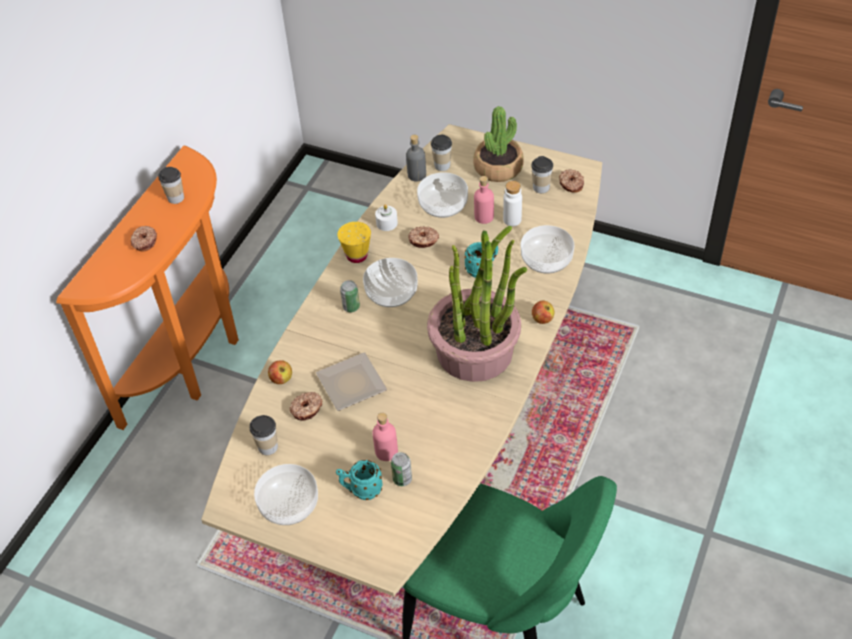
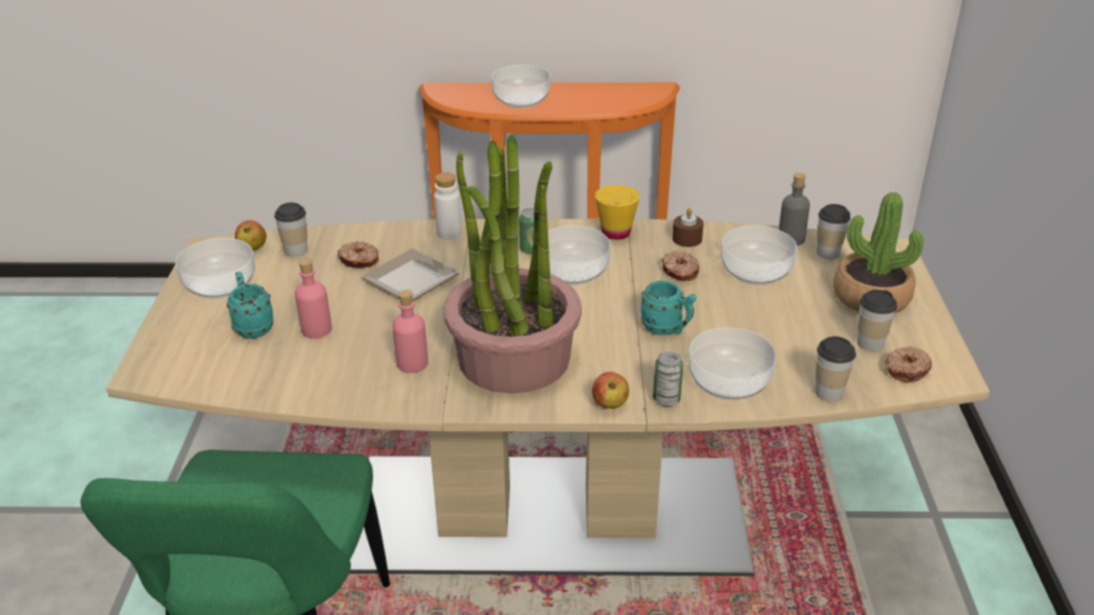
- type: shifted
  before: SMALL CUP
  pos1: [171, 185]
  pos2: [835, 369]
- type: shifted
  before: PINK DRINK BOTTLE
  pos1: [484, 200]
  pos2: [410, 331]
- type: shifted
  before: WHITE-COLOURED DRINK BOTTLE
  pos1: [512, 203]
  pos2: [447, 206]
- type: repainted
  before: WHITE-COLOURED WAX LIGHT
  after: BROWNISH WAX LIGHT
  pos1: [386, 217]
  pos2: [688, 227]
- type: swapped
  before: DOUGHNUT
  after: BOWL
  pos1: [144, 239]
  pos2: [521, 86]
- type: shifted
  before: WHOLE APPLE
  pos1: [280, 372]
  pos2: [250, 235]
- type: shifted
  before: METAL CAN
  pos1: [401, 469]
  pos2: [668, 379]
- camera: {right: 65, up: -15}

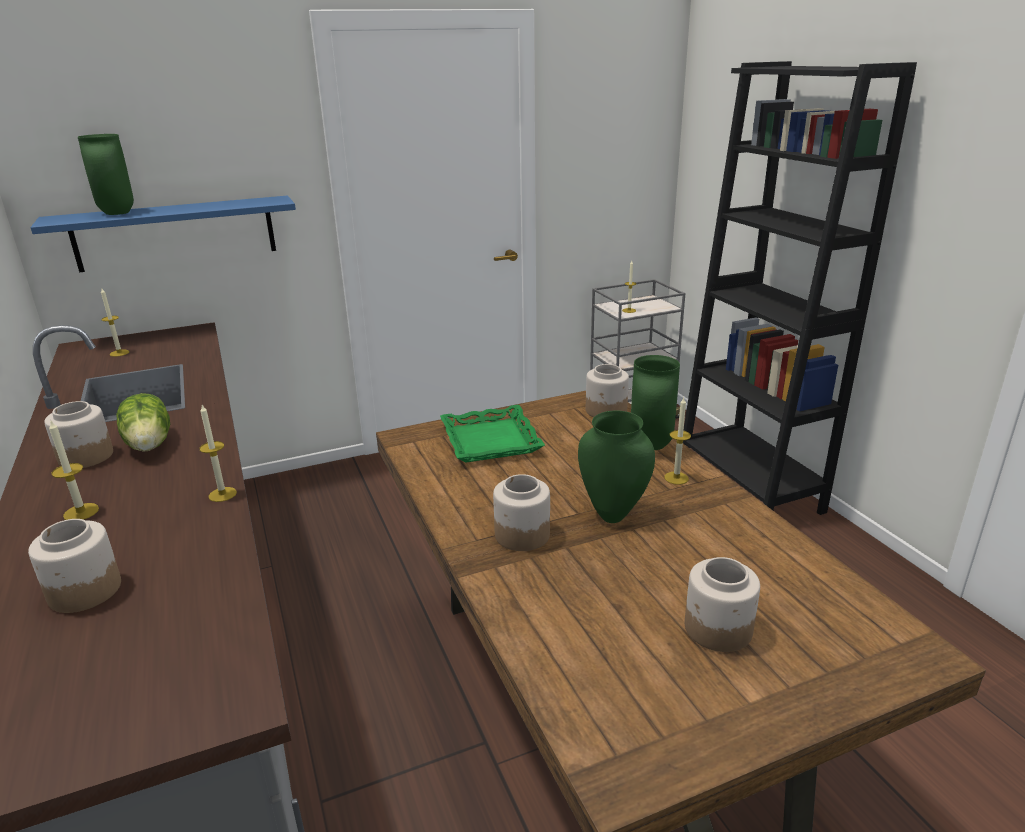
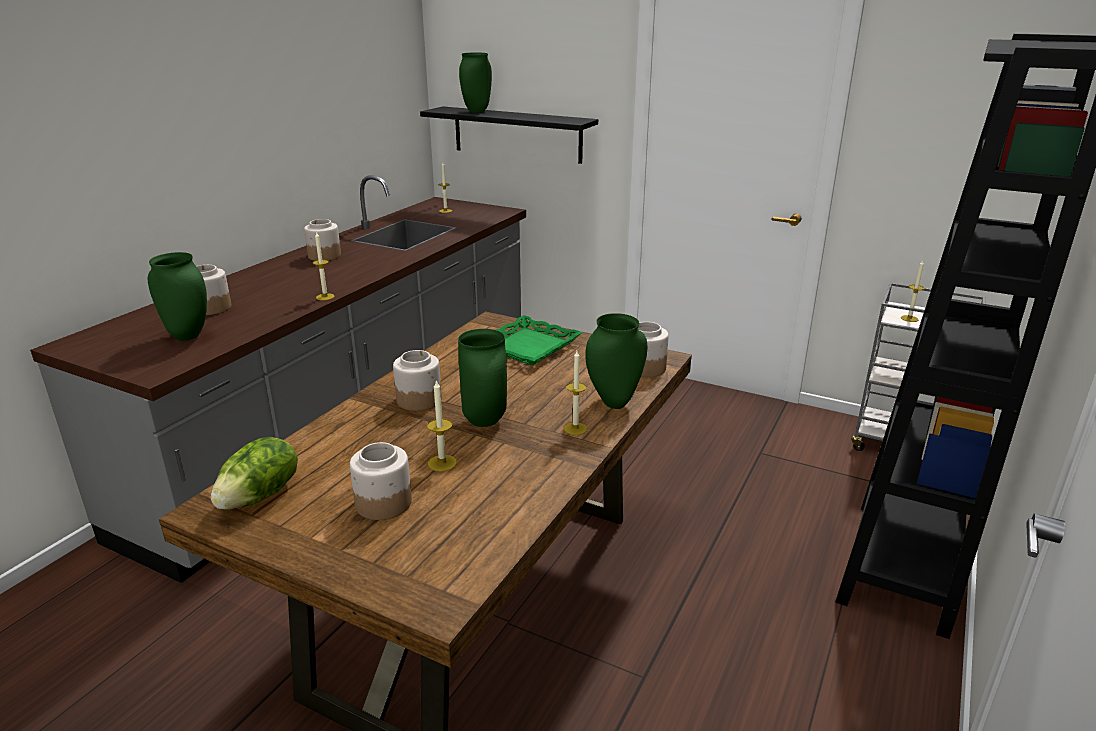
- type: repainted
  before: BLUE WALL SHELF
  after: BLACKISH WALL SHELF
  pos1: [163, 234]
  pos2: [509, 135]
- type: shifted
  before: LETTUCE HEAD
  pos1: [143, 422]
  pos2: [254, 473]
- type: shifted
  before: WAX LIGHT
  pos1: [74, 469]
  pos2: [442, 426]
- type: new
  after: GREEN FLOWER VASE
  pos2: [177, 296]
- camera: {right: 50, up: 0}

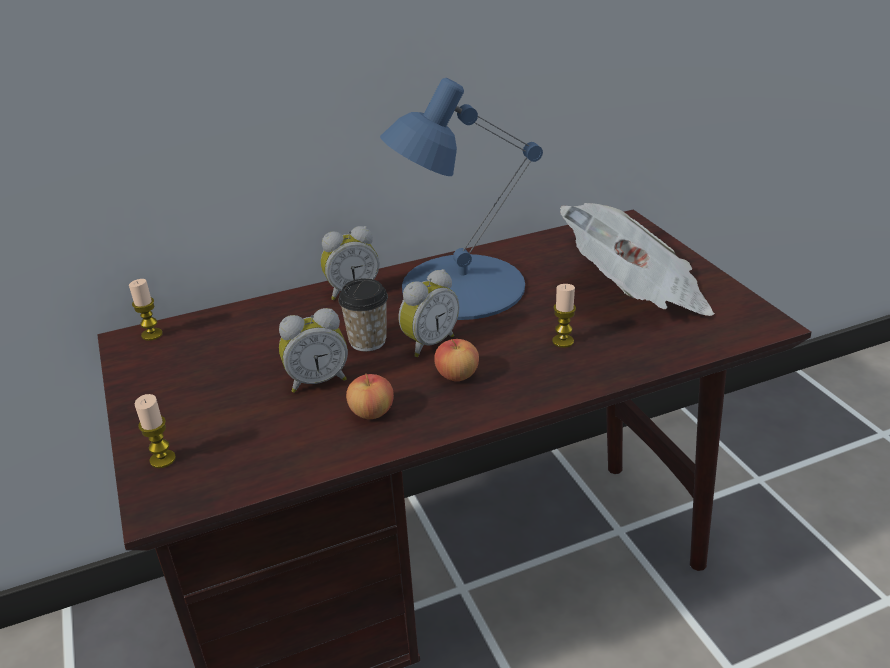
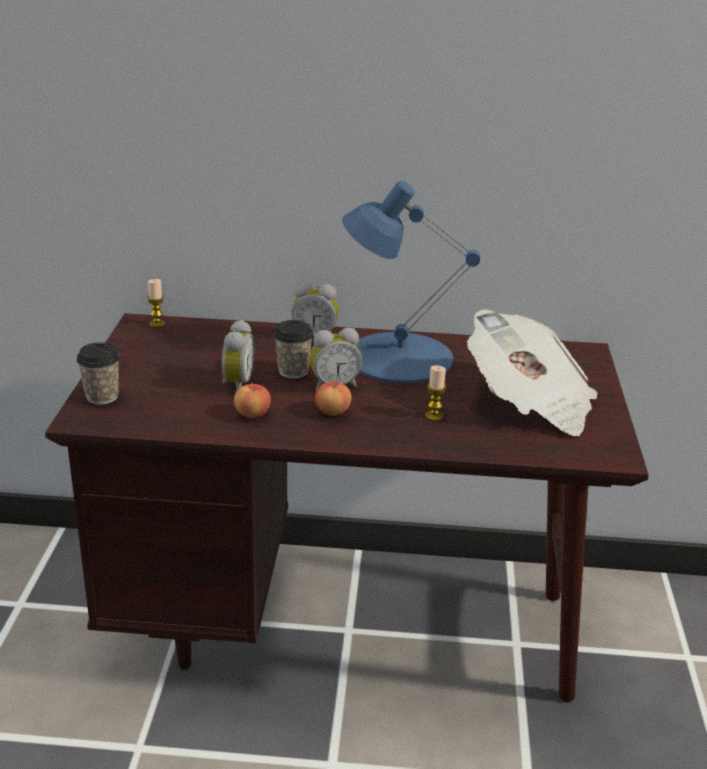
- type: rotated
  before: ALARM CLOCK
  pos1: [313, 350]
  pos2: [238, 355]
  turn: -90
- type: swapped
  before: WAX LIGHT
  after: SMALL CUP
  pos1: [155, 431]
  pos2: [98, 373]
- camera: {right: 25, up: -5}

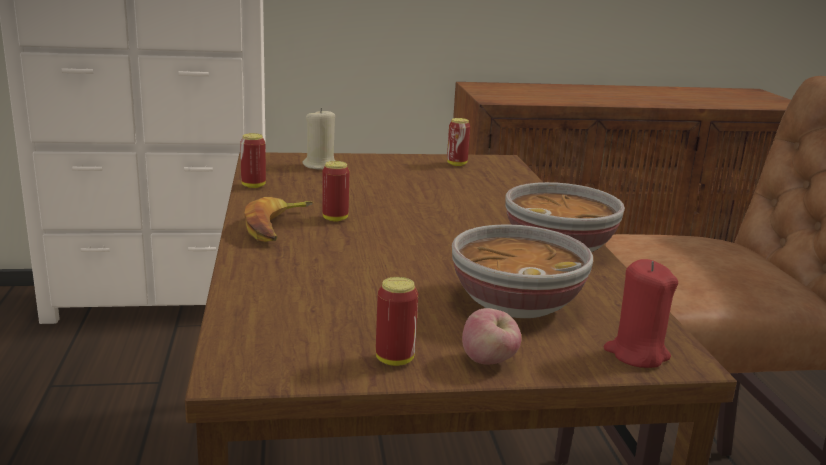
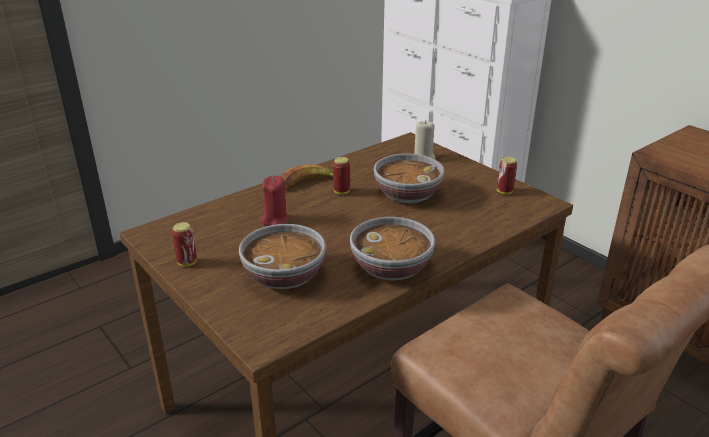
- type: gone
  before: METAL CAN
  pos1: [253, 160]
- type: shifted
  before: RED-COLOURED WAX LIGHT
  pos1: [641, 313]
  pos2: [275, 201]
- type: gone
  before: WHOLE APPLE
  pos1: [491, 336]
- type: new
  after: BOWL
  pos2: [409, 178]
- camera: {right: 60, up: 10}

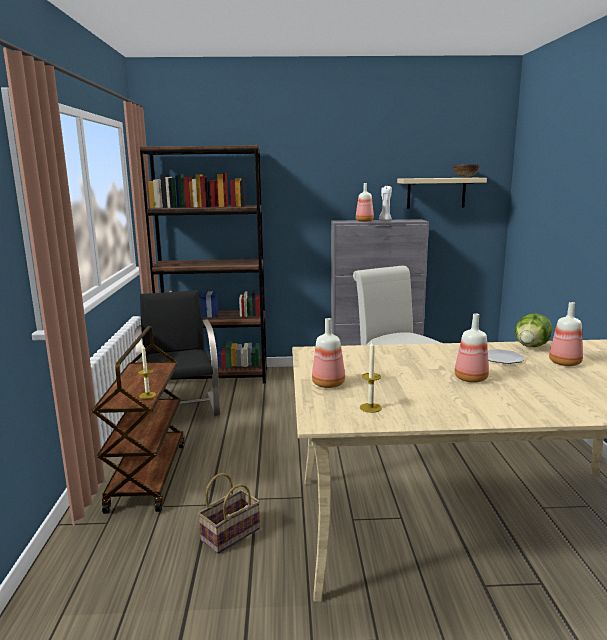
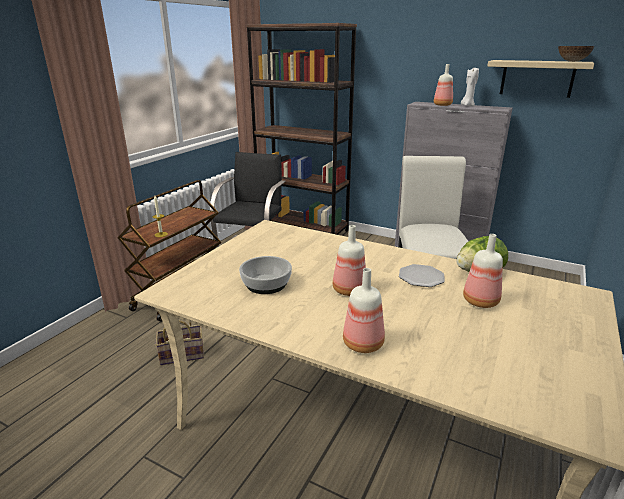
- type: shifted
  before: DRINK BOTTLE
  pos1: [328, 353]
  pos2: [364, 310]
- type: gone
  before: WAX LIGHT
  pos1: [371, 377]
- type: new
  after: BOWL
  pos2: [265, 275]
- camera: {right: 30, up: 10}

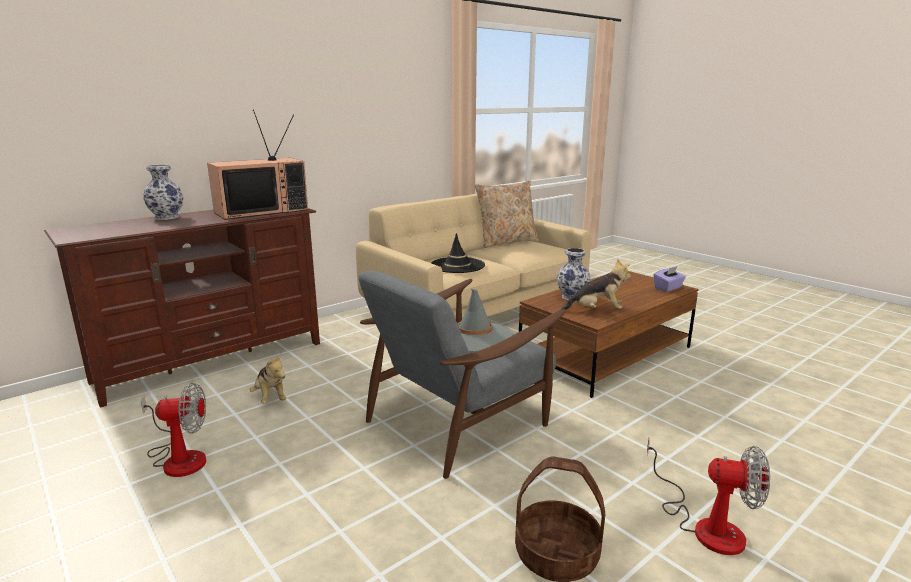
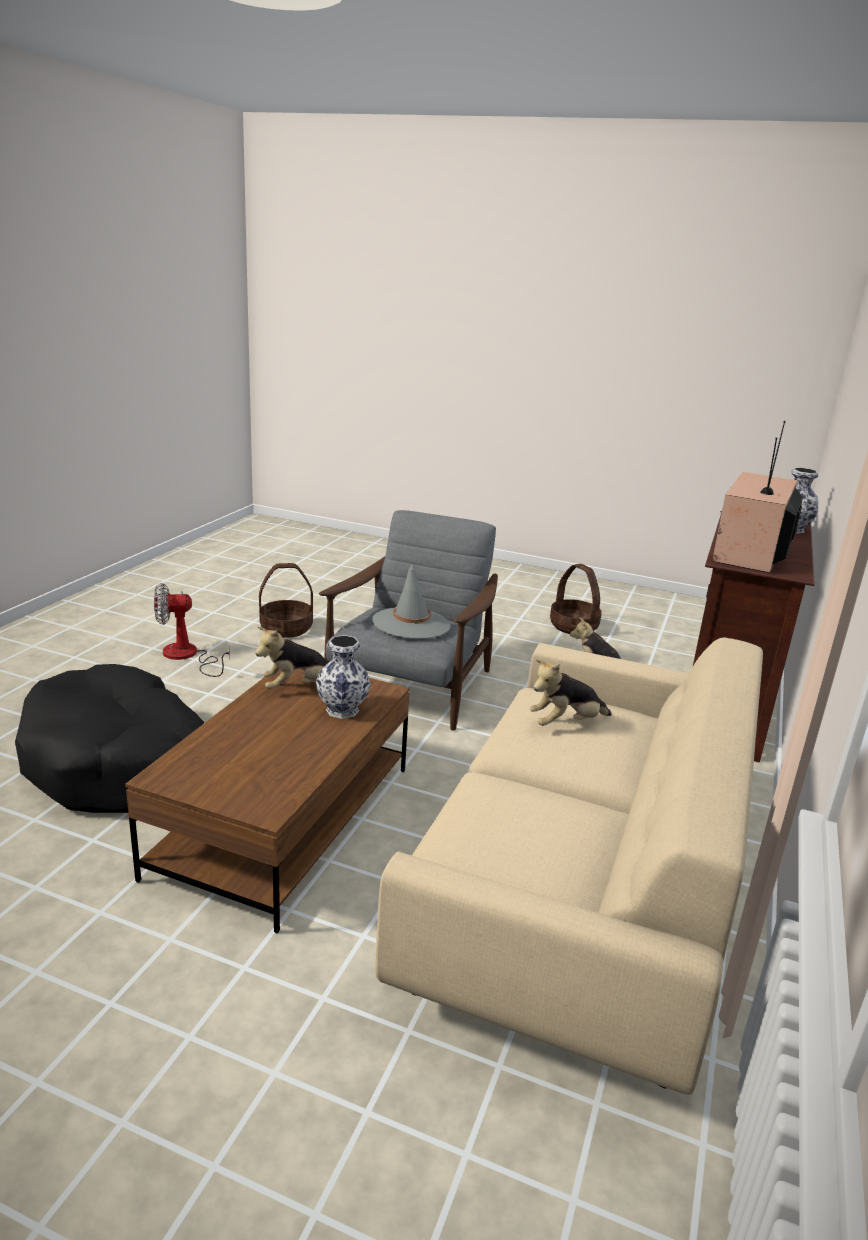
- type: gone
  before: BEIGE PILLOW
  pos1: [507, 214]
- type: swapped
  before: BLACKISH HAT
  after: CUDDLY TOY
  pos1: [458, 253]
  pos2: [571, 692]
- type: gone
  before: PURPLE-COLOURED BOX OF TISSUES
  pos1: [669, 279]
- type: swapped
  before: COOLING FAN
  after: HOUSEHOLD BASKET
  pos1: [173, 430]
  pos2: [576, 599]
- type: new
  after: BLACKISH DOG CUSHION
  pos2: [109, 738]
- camera: {right: 150, up: 5}

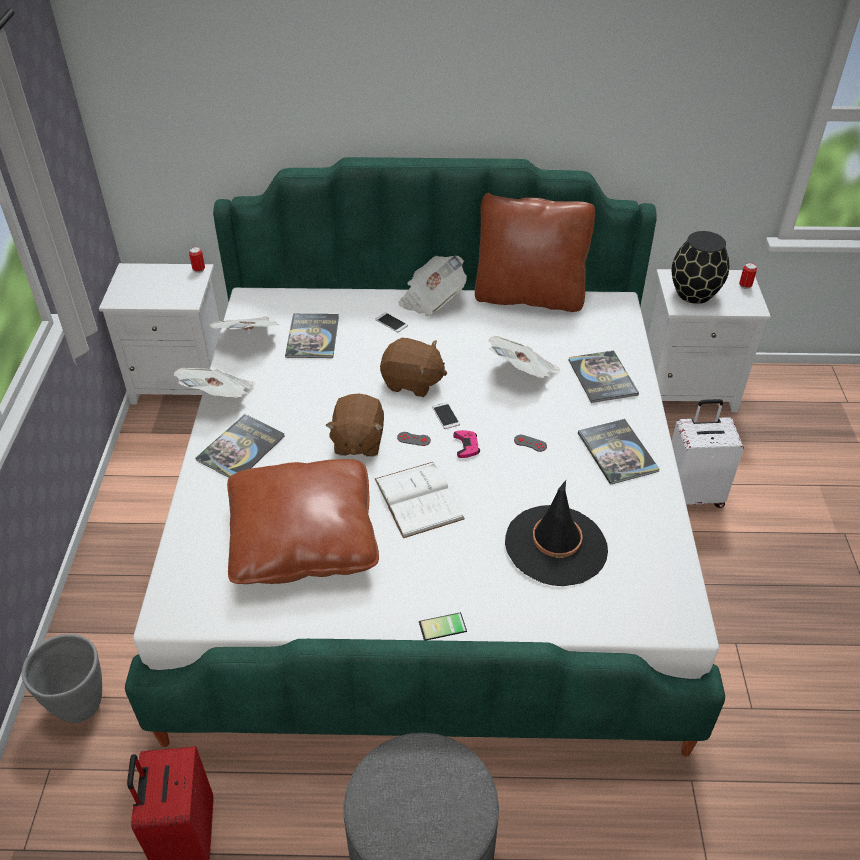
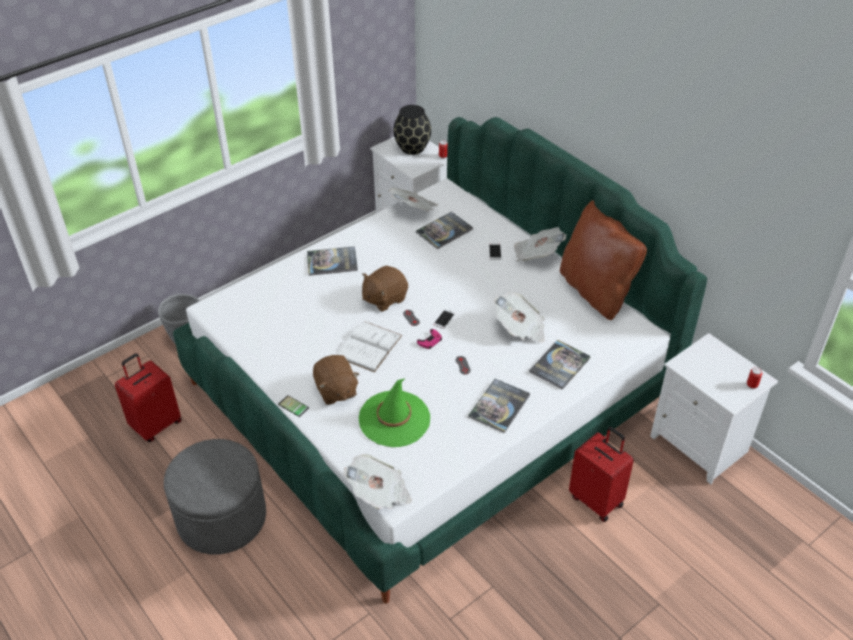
- type: shifted
  before: BLACKISH FLOWER VASE
  pos1: [700, 267]
  pos2: [412, 130]
- type: shifted
  before: BROWNISH CUDDLY TOY
  pos1: [413, 367]
  pos2: [336, 380]
- type: shifted
  before: DAILY PAPER
  pos1: [214, 383]
  pos2: [378, 481]
- type: repainted
  before: WHITE-COLOURED TRAVEL CASE
  after: RED-COLOURED TRAVEL CASE
  pos1: [707, 453]
  pos2: [601, 474]
- type: gone
  before: BROWNISH PILLOW
  pos1: [303, 521]
- type: repainted
  before: BLACKISH HAT
  after: GREEN HAT
  pos1: [556, 533]
  pos2: [394, 412]
- camera: {right: 50, up: 0}

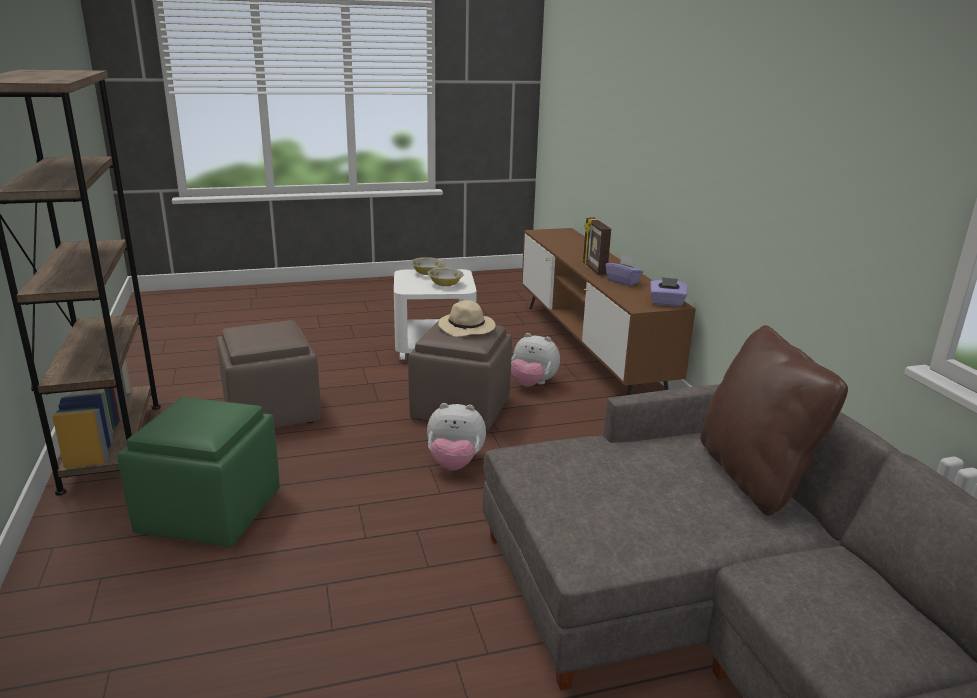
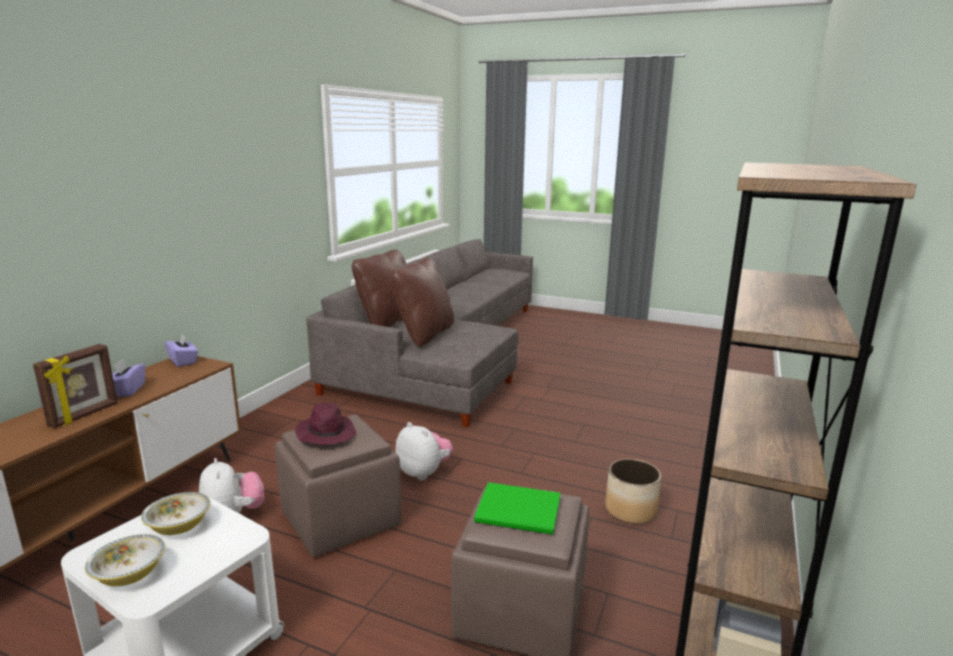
- type: repainted
  before: BEIGE HAT
  after: PURPLE-COLOURED HAT
  pos1: [466, 318]
  pos2: [325, 423]
- type: swapped
  before: GREEN POUFFE
  after: FLOWER POT
  pos1: [198, 472]
  pos2: [633, 491]
- type: new
  after: BROWNISH PILLOW
  pos2: [422, 302]
- type: new
  after: GREEN BOOK
  pos2: [517, 508]
- camera: {right: -140, up: -5}

